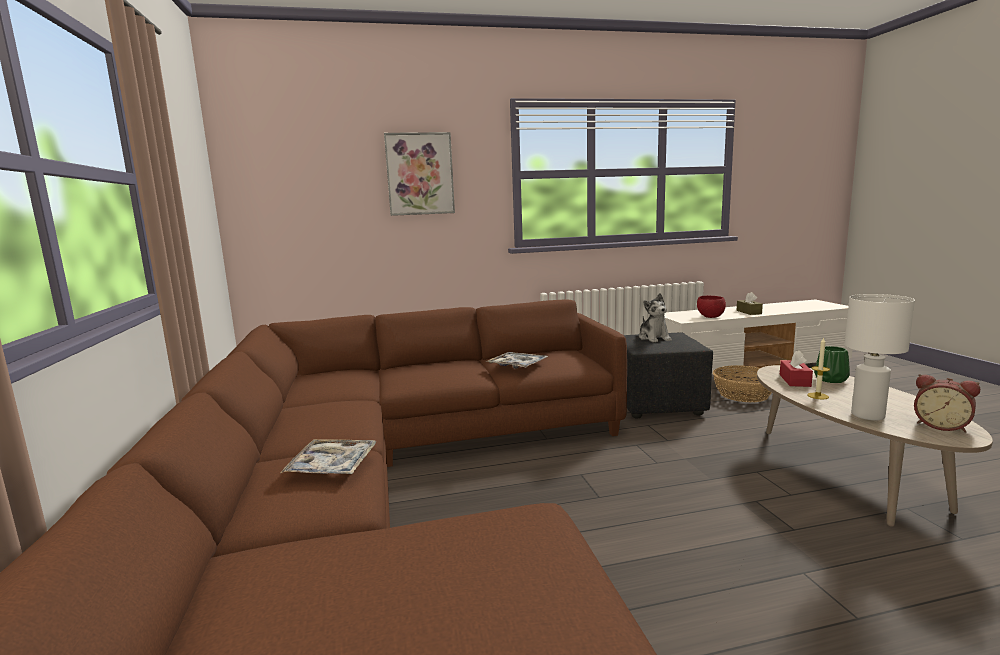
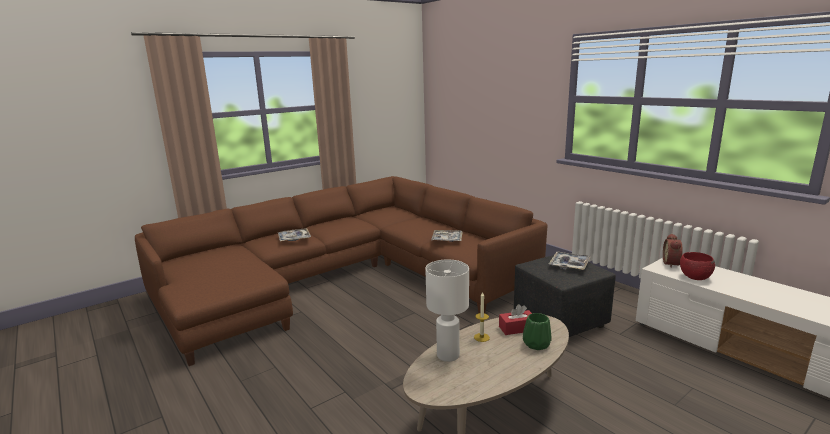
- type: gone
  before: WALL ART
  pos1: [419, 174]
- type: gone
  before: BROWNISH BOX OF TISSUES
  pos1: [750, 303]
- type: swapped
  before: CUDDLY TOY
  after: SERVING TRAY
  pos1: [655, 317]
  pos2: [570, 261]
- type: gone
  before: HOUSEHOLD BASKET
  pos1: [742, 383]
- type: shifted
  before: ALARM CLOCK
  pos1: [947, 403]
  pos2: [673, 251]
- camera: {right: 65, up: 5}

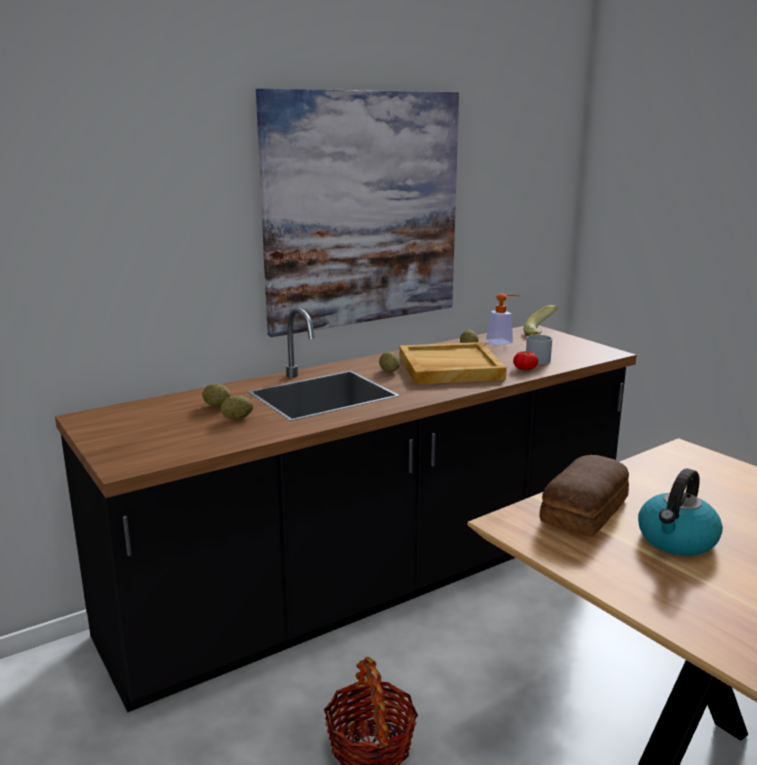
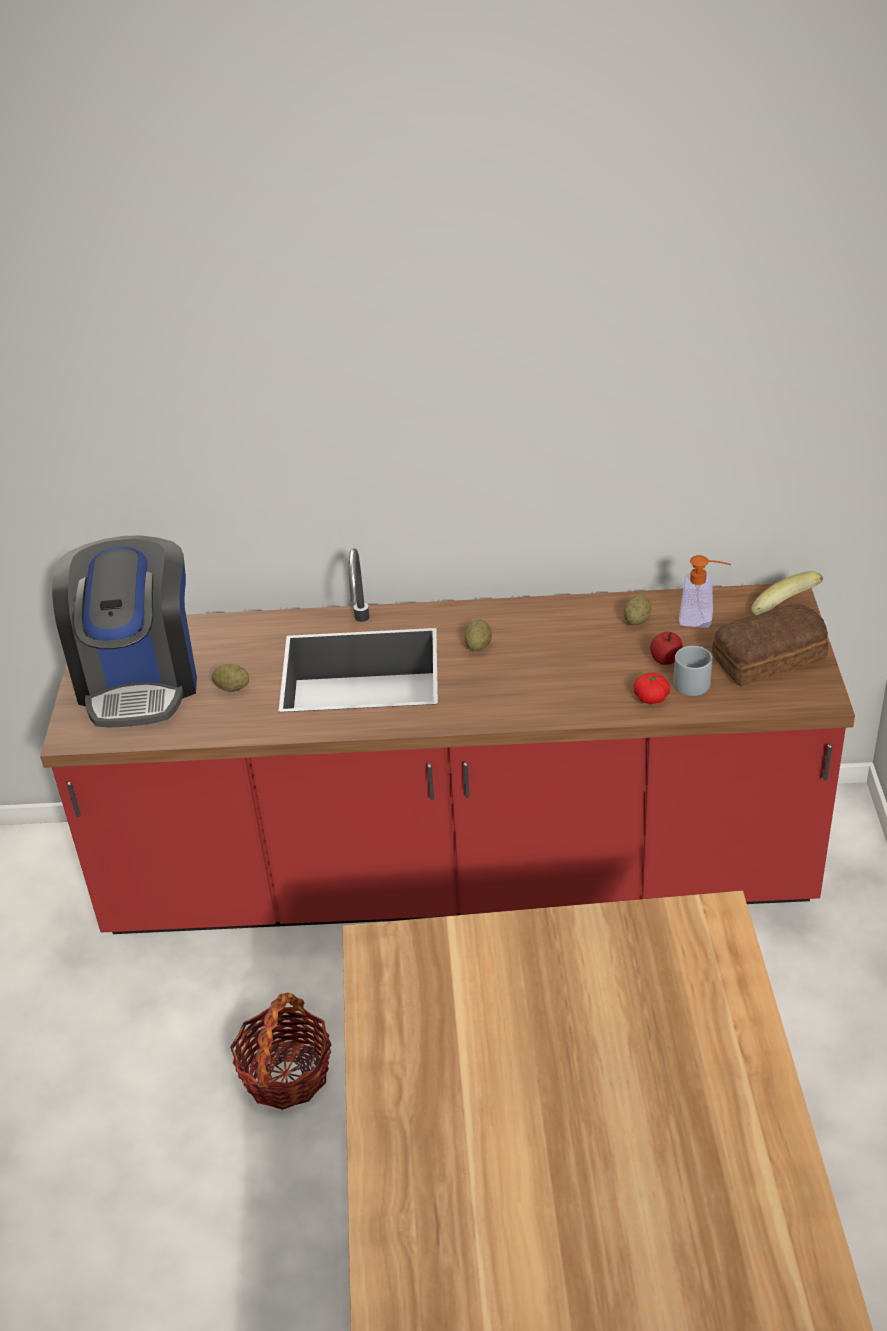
- type: gone
  before: WALL ART
  pos1: [357, 212]
- type: repainted
  before: BLACKISH KITCHEN COUNTER
  after: RED-COLOURED KITCHEN COUNTER
  pos1: [346, 510]
  pos2: [447, 741]
- type: gone
  before: BEIGE SERVING TRAY
  pos1: [453, 363]
- type: gone
  before: POTATO
  pos1: [216, 395]
- type: shifted
  before: BREAD
  pos1: [584, 496]
  pos2: [770, 645]
- type: gone
  before: TEA KETTLE
  pos1: [680, 512]
- type: new
  after: COFFEE MACHINE
  pos2: [124, 631]
- type: new
  after: WHOLE APPLE
  pos2: [666, 648]
- camera: {right: 35, up: 20}

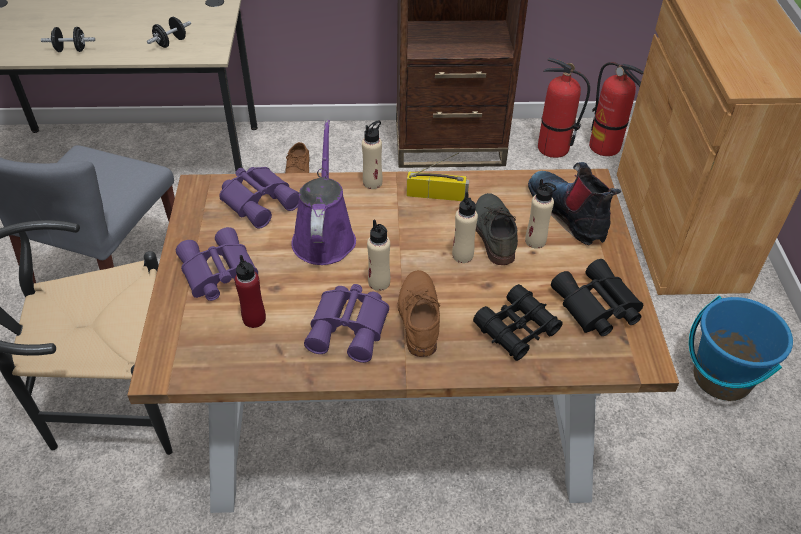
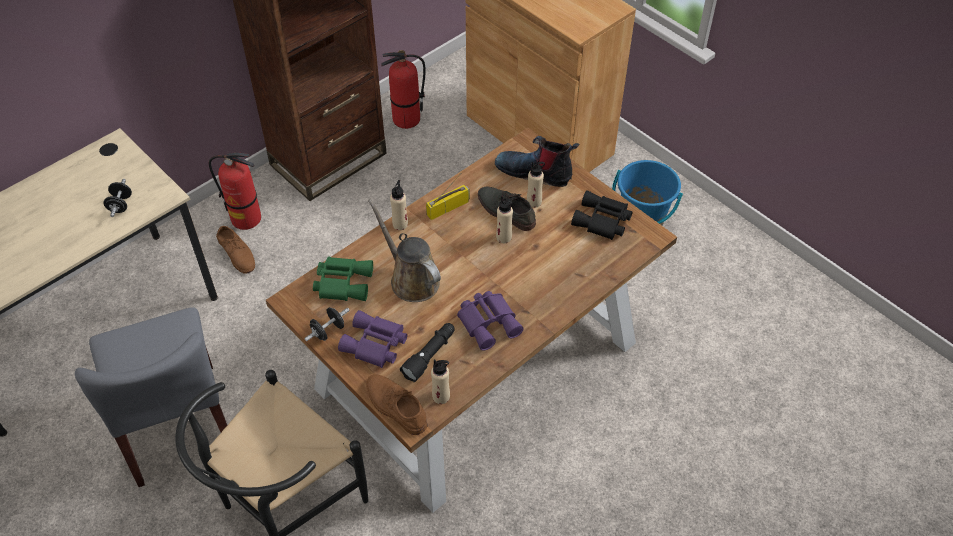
- type: shifted
  before: BLACKISH DUMBBELL
  pos1: [68, 39]
  pos2: [327, 324]
- type: shifted
  before: EXTINGUISHER
  pos1: [616, 109]
  pos2: [235, 191]
- type: repainted
  before: PURPLE-COLOURED SPRINKLING CAN
  after: BROWNISH SPRINKLING CAN
  pos1: [323, 192]
  pos2: [404, 250]
- type: repainted
  before: PURPLE-COLOURED FIELD GLASSES
  after: GREEN FIELD GLASSES
  pos1: [259, 198]
  pos2: [343, 279]
- type: shifted
  before: BEIGE DRINK BOTTLE
  pos1: [378, 255]
  pos2: [440, 381]
- type: swapped
  before: RED-COLOURED DRINK BOTTLE
  after: BLACKISH FLASHLIGHT
  pos1: [250, 291]
  pos2: [427, 352]
- type: shifted
  before: BROWNISH LOW SHOE
  pos1: [419, 313]
  pos2: [396, 404]
- type: gone
  before: BLACKISH FIELD GLASSES
  pos1: [518, 322]
- camera: {right: -40, up: 5}

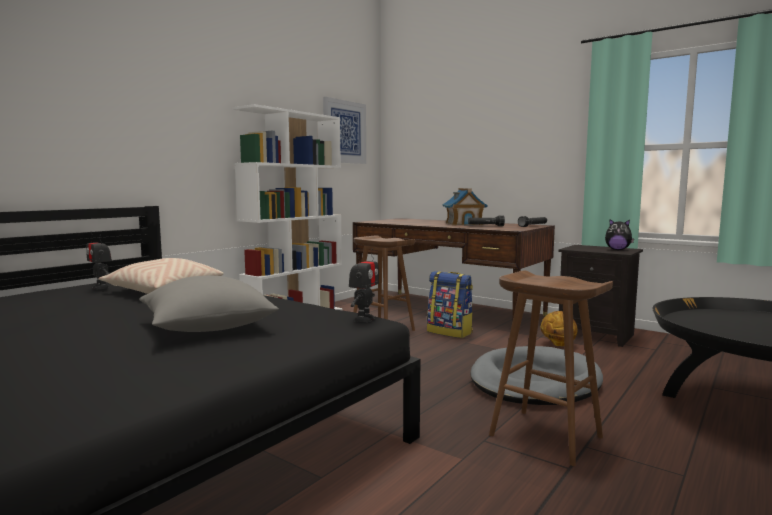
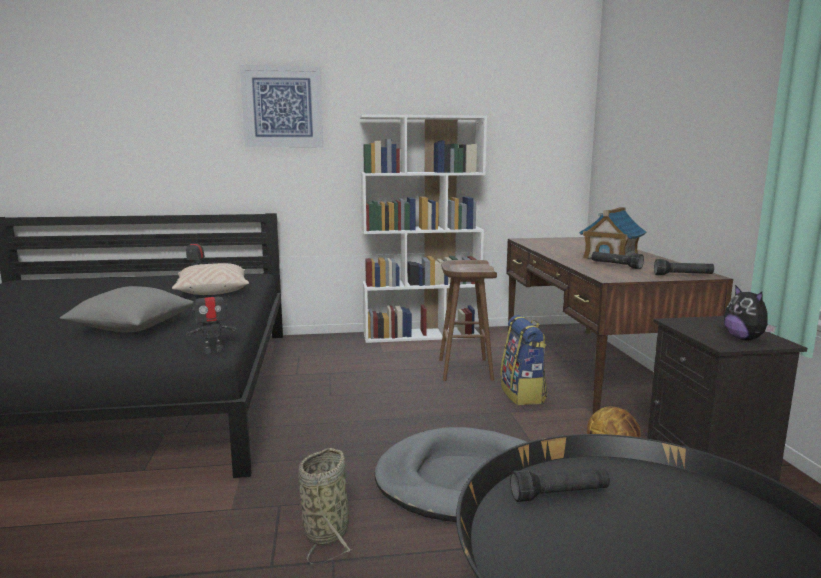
- type: shifted
  before: WALL ART
  pos1: [344, 130]
  pos2: [281, 106]
- type: swapped
  before: BROWNISH STOOL
  after: HOUSEHOLD BASKET
  pos1: [551, 368]
  pos2: [325, 506]
- type: new
  after: BLACKISH FLASHLIGHT
  pos2: [560, 485]
- camera: {right: 45, up: 5}

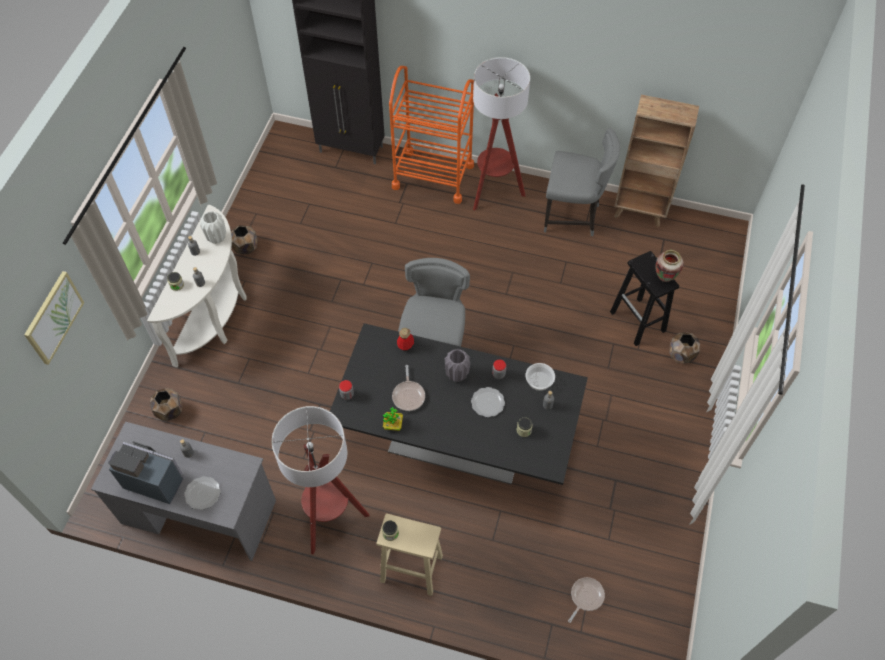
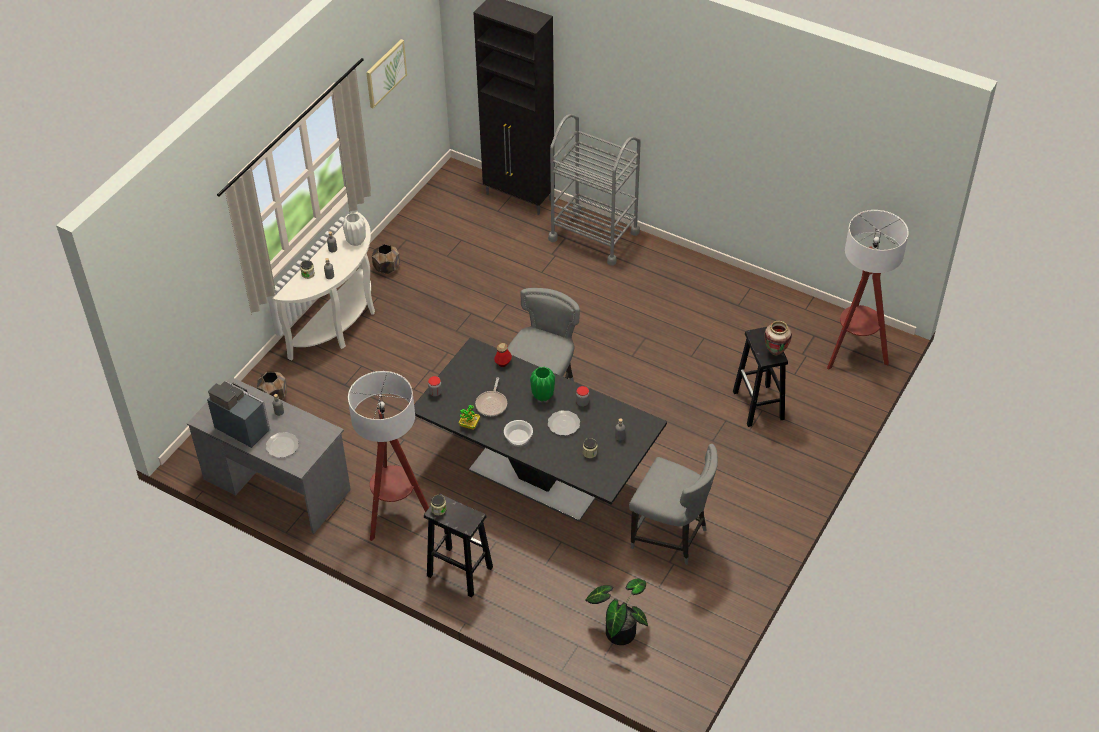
- type: shifted
  before: STANDARD LAMP
  pos1: [501, 134]
  pos2: [868, 290]
- type: repainted
  before: ORANGE-COLOURED TROLLEY
  after: GREYISH TROLLEY
  pos1: [431, 135]
  pos2: [594, 190]
- type: gone
  before: BROWNISH BOOKSHELF
  pos1: [656, 161]
- type: shifted
  before: GREYISH PLAIN CHAIR
  pos1: [582, 182]
  pos2: [673, 504]
- type: shifted
  before: WALL ART
  pos1: [54, 318]
  pos2: [386, 73]
- type: gone
  before: BROWNISH FLOWER POT
  pos1: [684, 348]
- type: repainted
  before: GREYISH FLOWER VASE
  after: GREEN FLOWER VASE
  pos1: [457, 365]
  pos2: [542, 384]
- type: shifted
  before: BOWL
  pos1: [540, 377]
  pos2: [518, 433]
- type: repainted
  before: BEIGE STOOL
  after: BLACKISH STOOL
  pos1: [409, 555]
  pos2: [458, 546]
- type: swapped
  before: PAN
  after: PLANT IN A POT
  pos1: [586, 600]
  pos2: [616, 611]
- camera: {right: 15, up: -10}

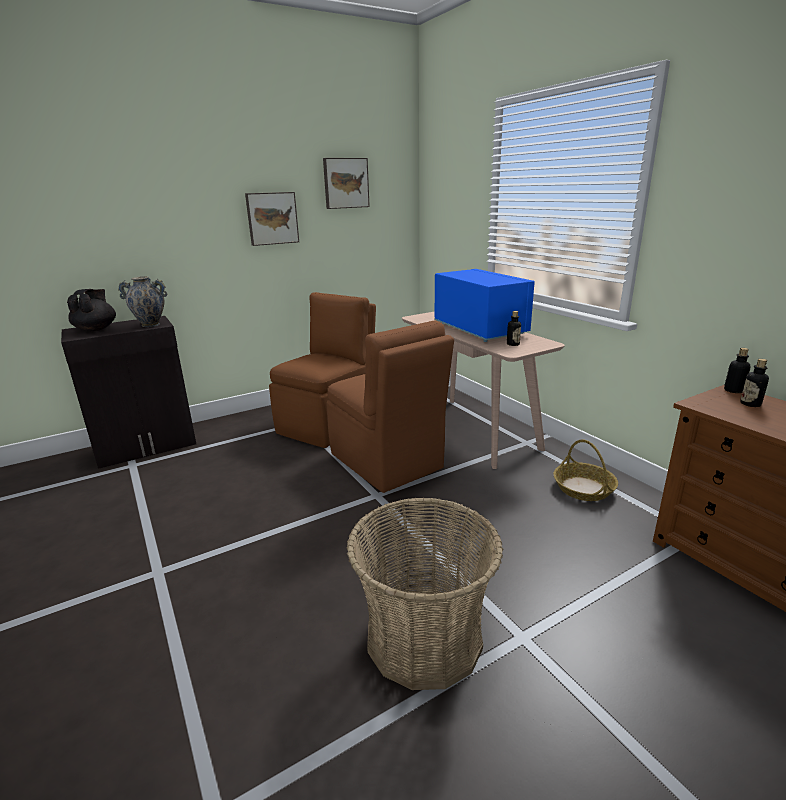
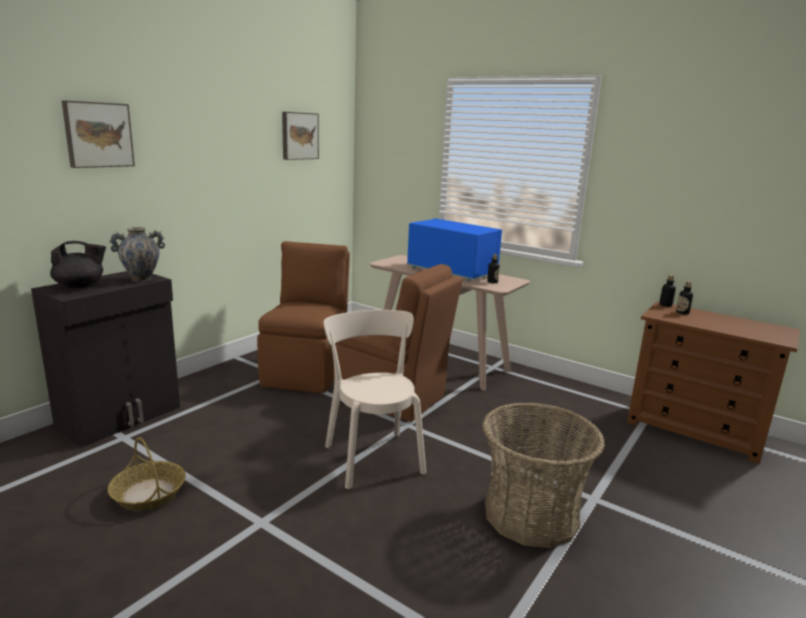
- type: shifted
  before: WALL ART
  pos1: [272, 219]
  pos2: [98, 134]
- type: rotated
  before: BLACKISH TEA POT
  pos1: [91, 310]
  pos2: [78, 264]
  turn: 90
- type: shifted
  before: HOUSEHOLD BASKET
  pos1: [585, 470]
  pos2: [147, 474]
- type: new
  after: BEIGE PLAIN CHAIR
  pos2: [375, 399]
- camera: {right: -25, up: -5}

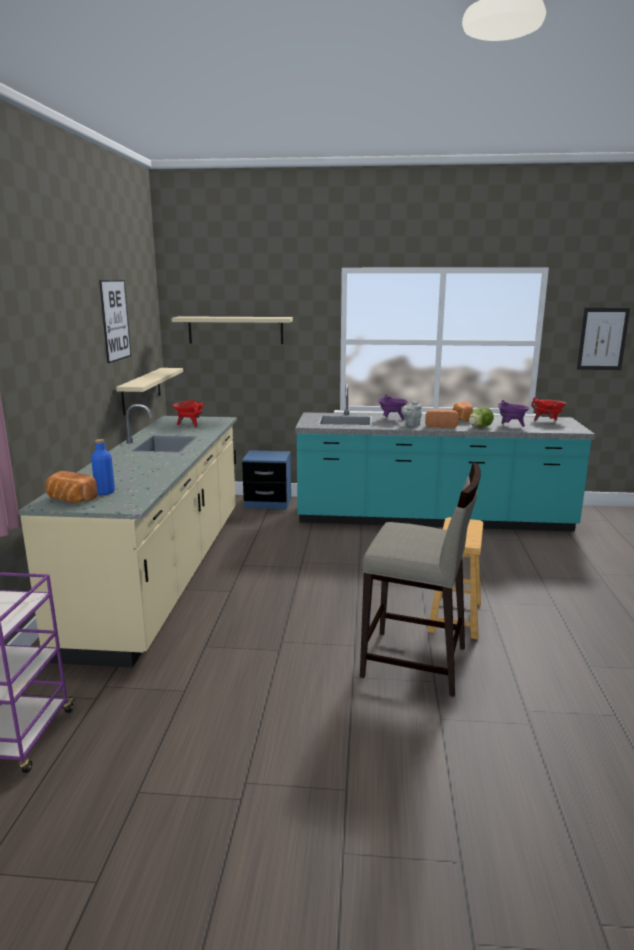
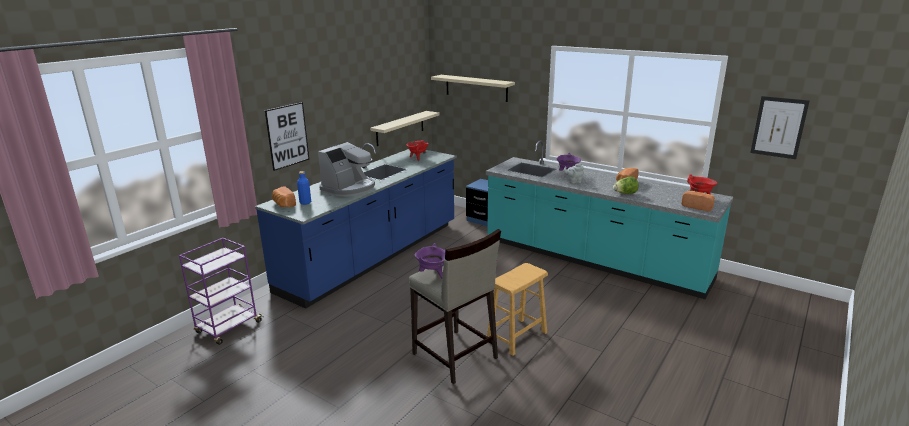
- type: shifted
  before: WALL ART
  pos1: [115, 321]
  pos2: [287, 136]
- type: shifted
  before: PURPLE-COLOURED SAUCEPOT
  pos1: [514, 413]
  pos2: [430, 260]
- type: repainted
  before: BEIGE KITCHEN COUNTER
  after: BLUE KITCHEN COUNTER
  pos1: [127, 536]
  pos2: [356, 226]
- type: shifted
  before: BREAD
  pos1: [442, 418]
  pos2: [698, 201]
- type: new
  after: COFFEE MACHINE
  pos2: [346, 169]
- camera: {right: 30, up: 5}

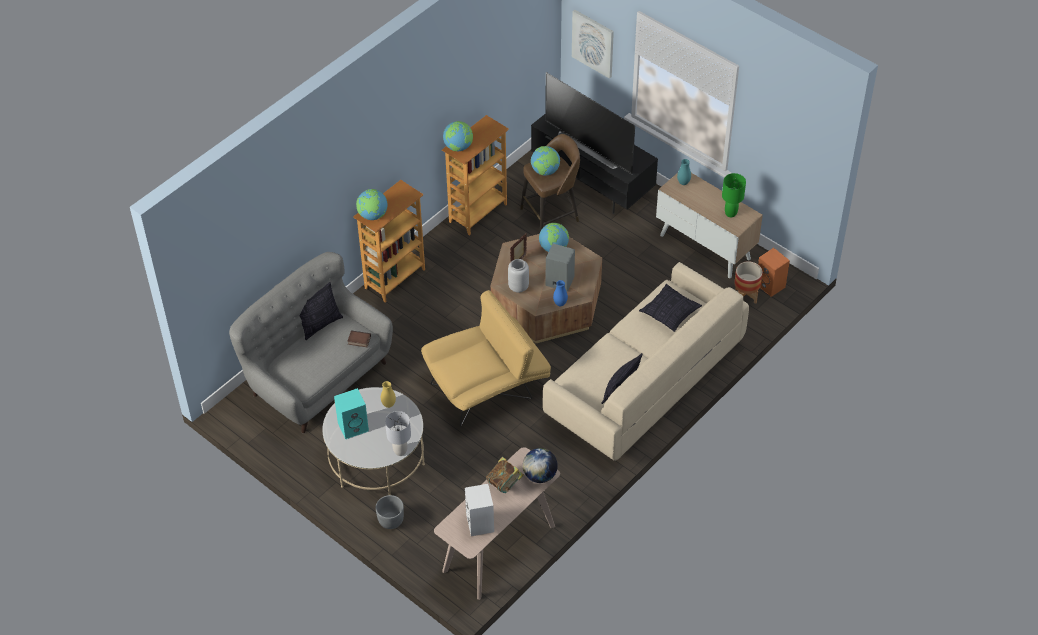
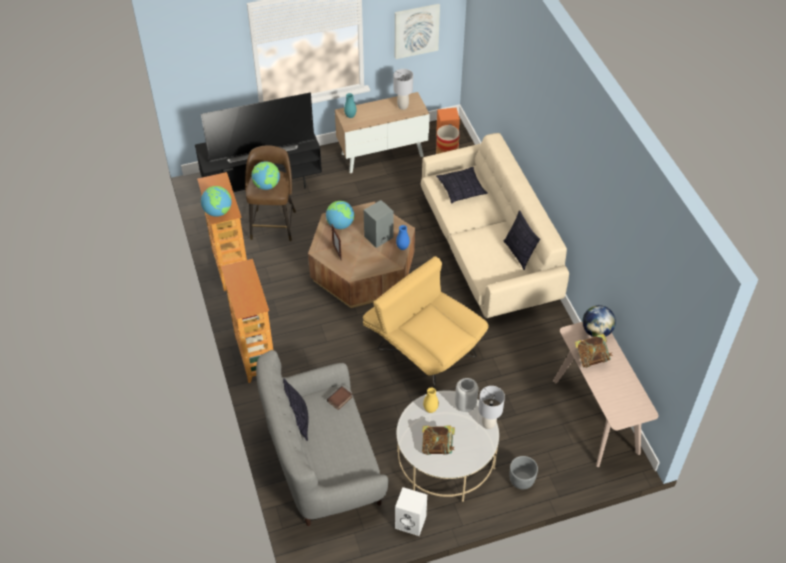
- type: shifted
  before: WALL ART
  pos1: [593, 44]
  pos2: [417, 31]
- type: repainted
  before: GREEN LAMP FOR A TABLE
  after: GREYISH LAMP FOR A TABLE
  pos1: [734, 195]
  pos2: [403, 89]
- type: gone
  before: GLOBE
  pos1: [371, 204]
- type: shifted
  before: GREYISH FLOWER VASE
  pos1: [518, 276]
  pos2: [466, 395]
- type: rotated
  before: YELLOWISH ARMCHAIR
  pos1: [486, 358]
  pos2: [426, 322]
  turn: -45
- type: swapped
  before: TURQUOISE-COLOURED AUDIO SPEAKER
  after: BOOK
  pos1: [351, 414]
  pos2: [438, 440]
- type: shifted
  before: WHITE-COLOURED AUDIO SPEAKER
  pos1: [479, 510]
  pos2: [411, 511]
- camera: {right: -60, up: 0}

